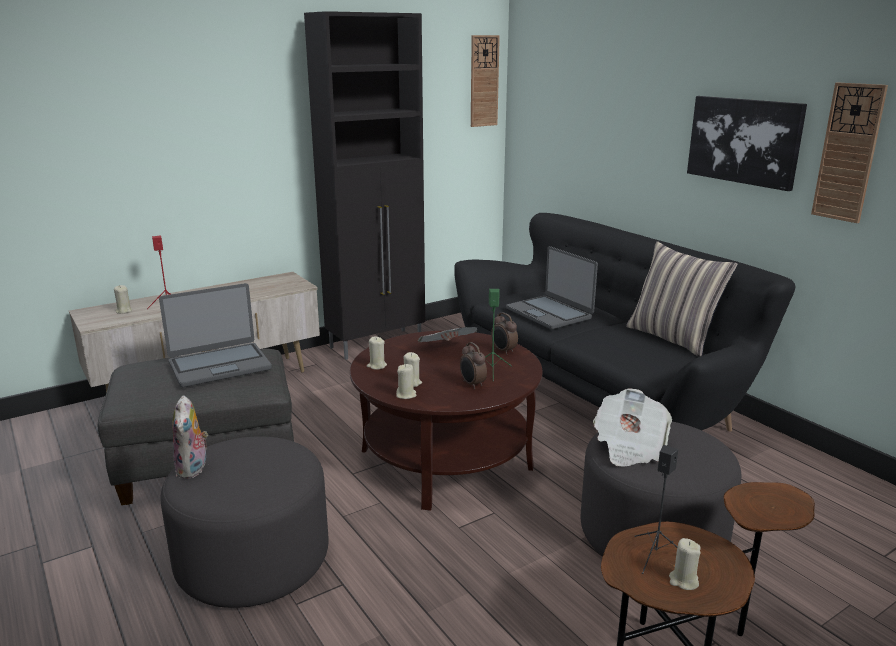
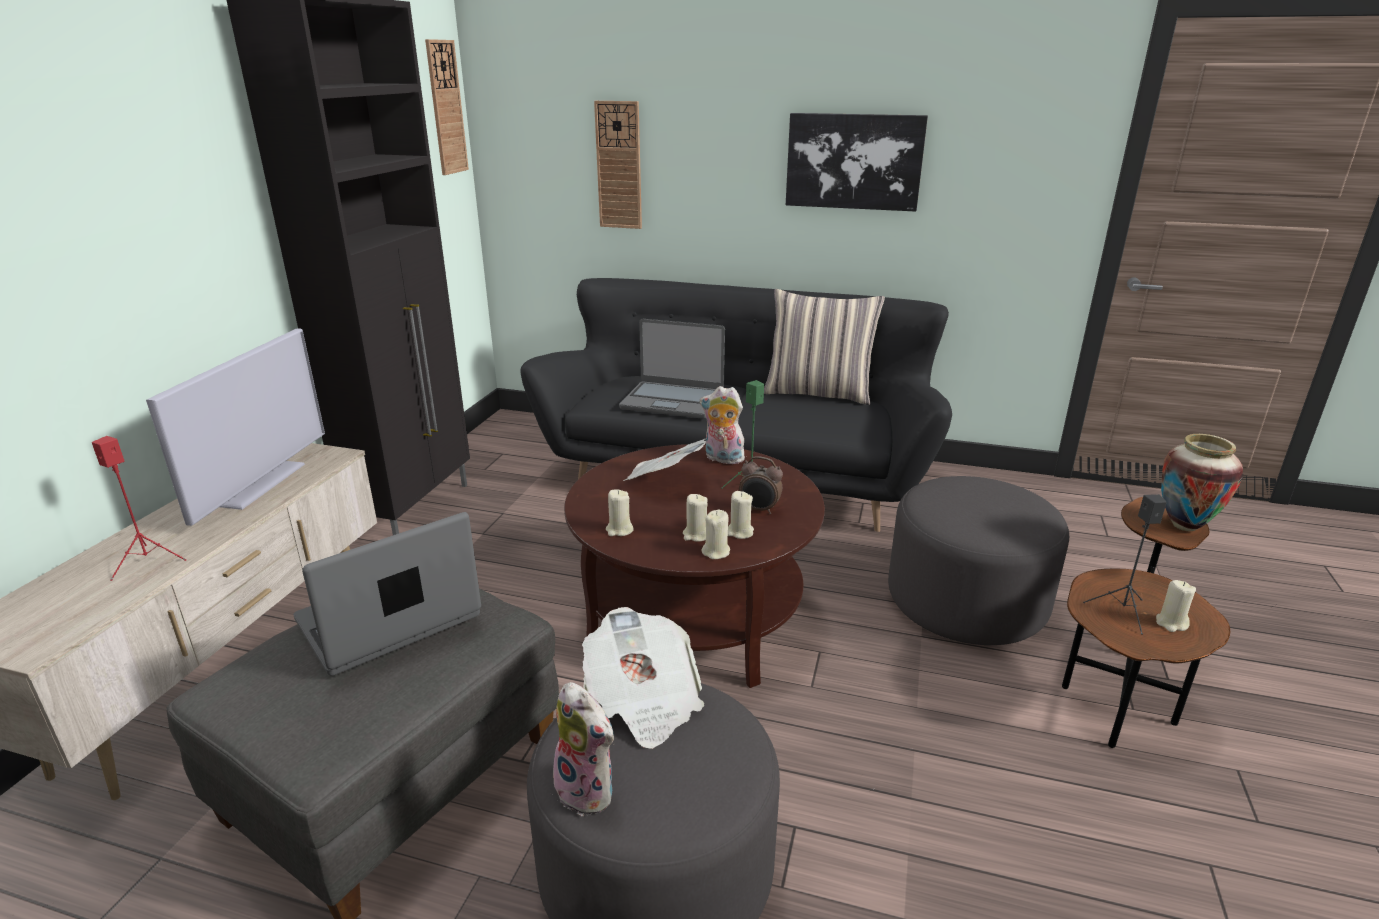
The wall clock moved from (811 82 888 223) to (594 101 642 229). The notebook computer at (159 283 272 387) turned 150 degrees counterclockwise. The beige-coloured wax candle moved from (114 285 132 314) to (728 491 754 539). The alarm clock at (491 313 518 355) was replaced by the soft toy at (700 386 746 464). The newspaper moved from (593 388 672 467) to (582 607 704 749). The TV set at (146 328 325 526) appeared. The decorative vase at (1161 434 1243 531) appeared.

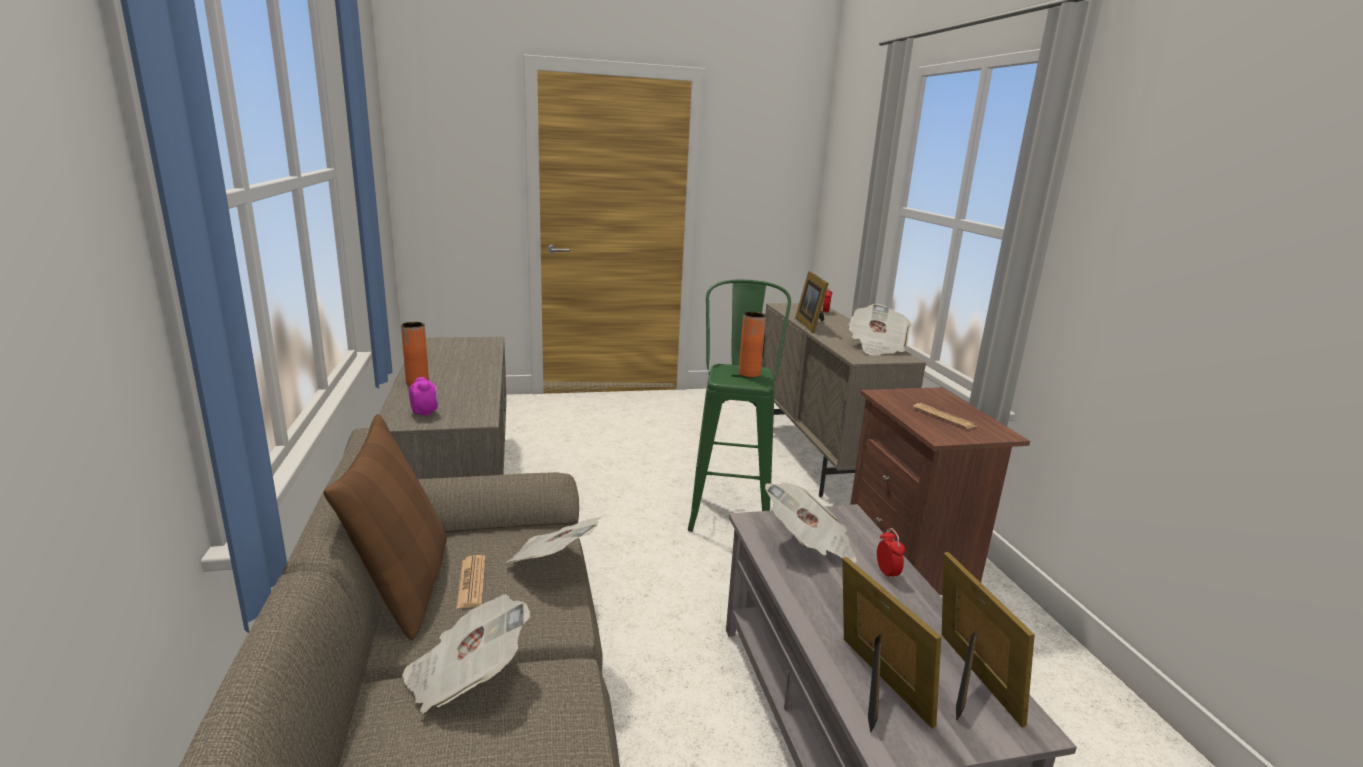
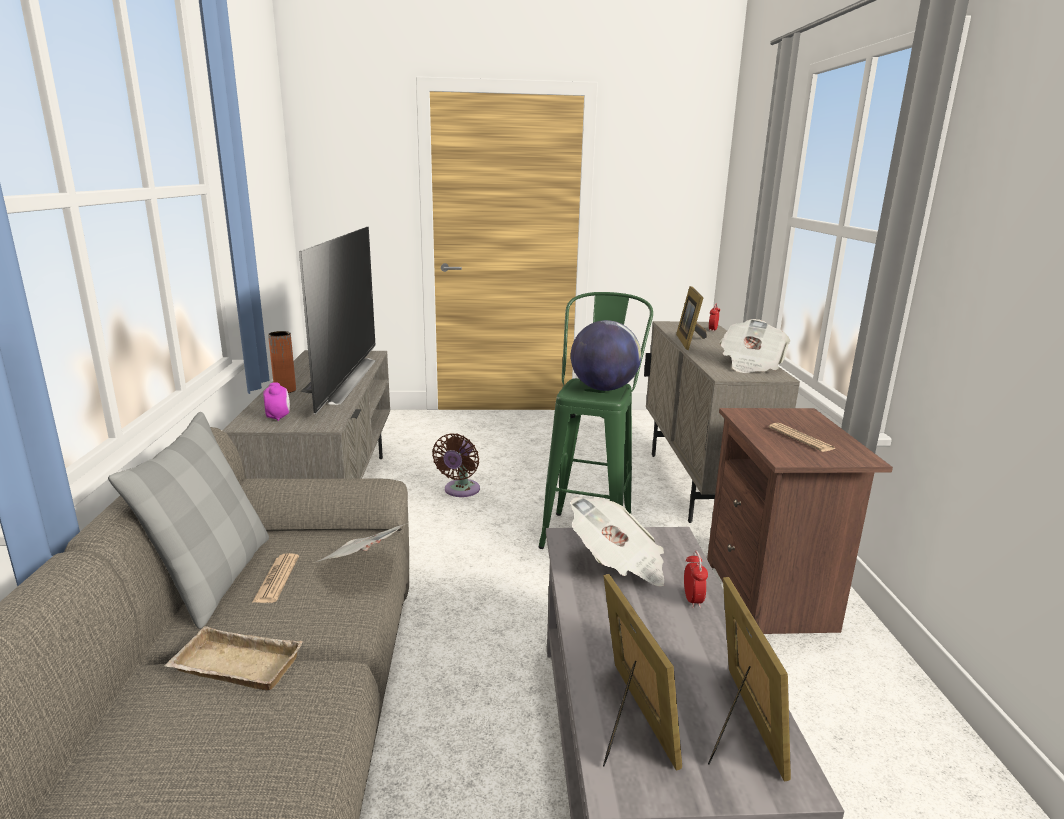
The orange decorative vase at (739 312 766 377) was replaced by the desk globe at (571 320 641 391). The brown cushion at (323 414 447 640) became the greyish cushion at (108 412 269 629). The newspaper at (402 594 530 714) was replaced by the beige-coloured carrying tray at (164 626 303 691). The TV set at (299 227 376 414) appeared. The brown cooling fan at (432 434 480 497) appeared.

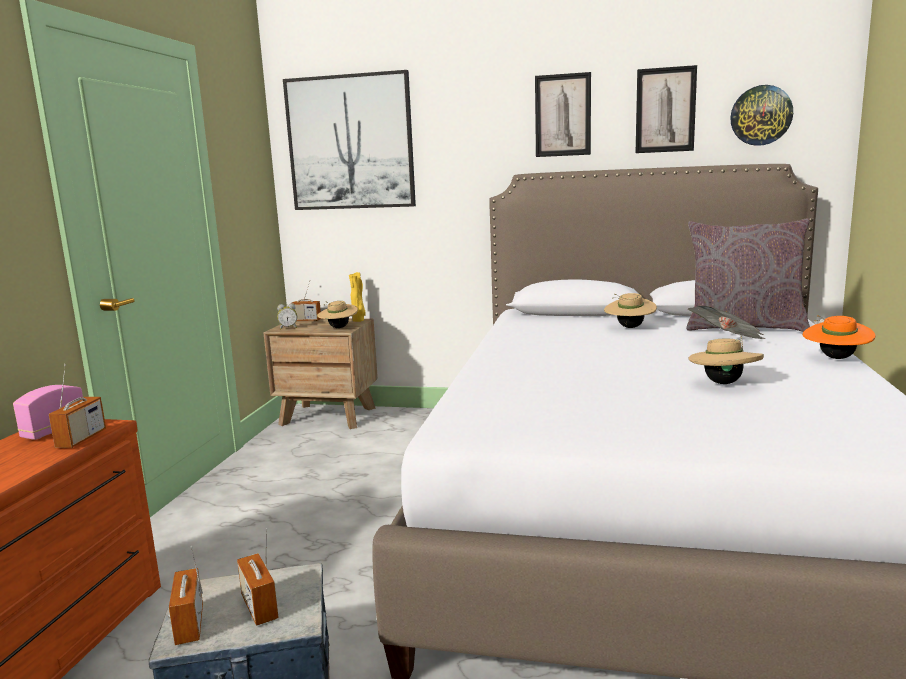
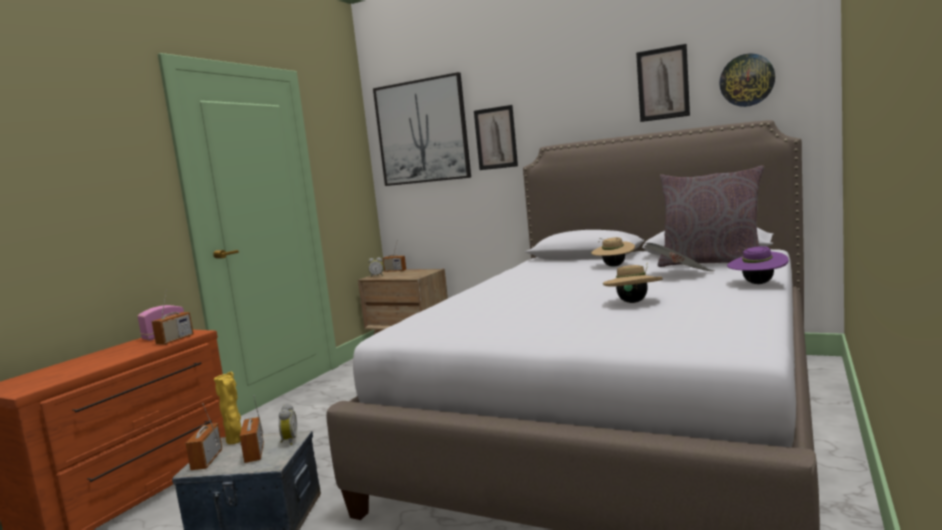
The wall art moved from (535 72 591 157) to (474 105 518 170). The yellow-coloured decorative vase moved from (349 272 366 322) to (214 372 242 444). The beige-coloured wearable hat at (317 301 358 328) disappeared. The orange wearable hat at (803 316 875 359) became the purple-coloured wearable hat at (727 246 788 284). The alarm clock at (279 403 297 445) appeared.

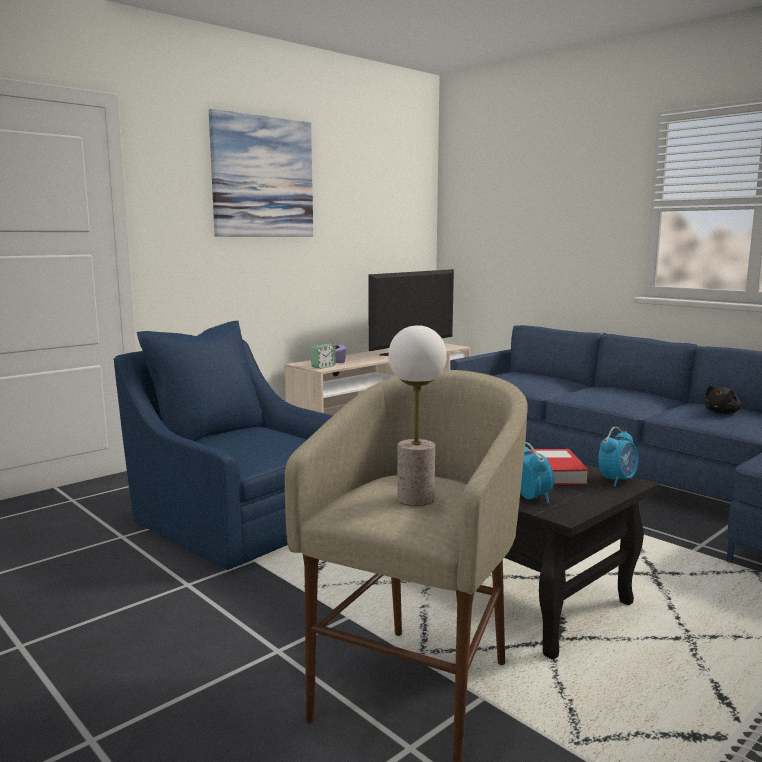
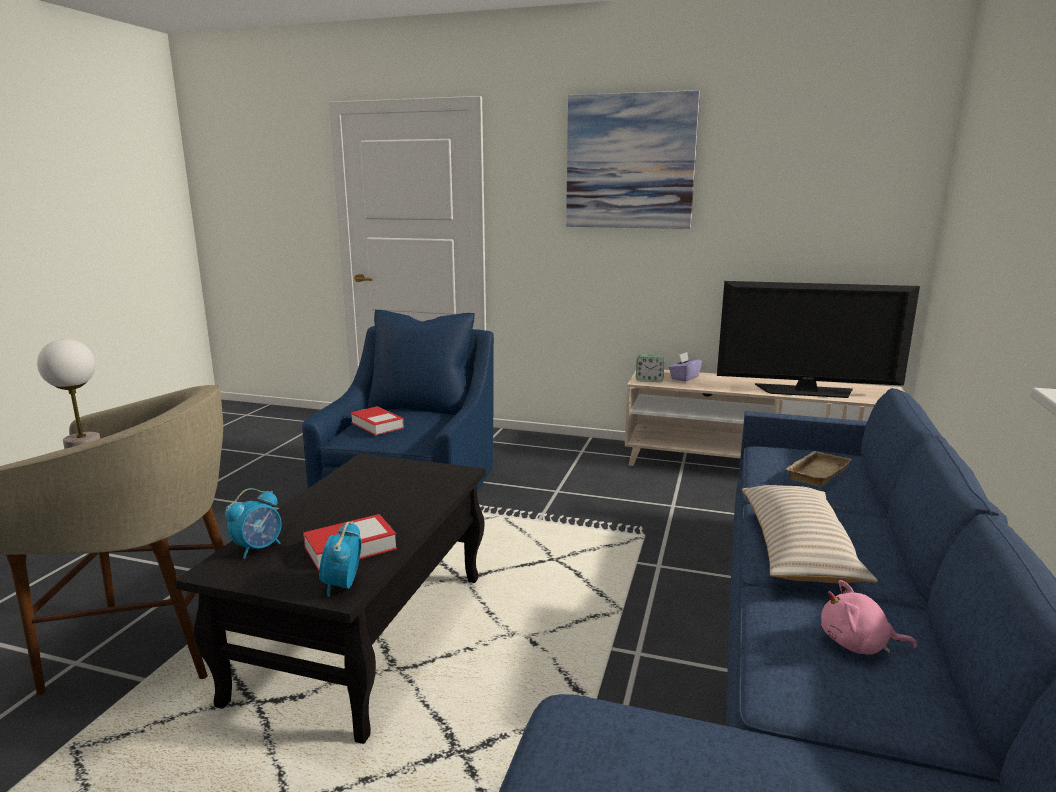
The black soft toy at (704 385 742 414) became the pinkish soft toy at (821 580 917 655). The alarm clock at (598 427 638 487) turned 75 degrees clockwise. The book at (350 406 404 435) appeared. The beige-coloured carrying tray at (786 451 852 487) appeared. The beige-coloured cushion at (742 485 878 583) appeared.

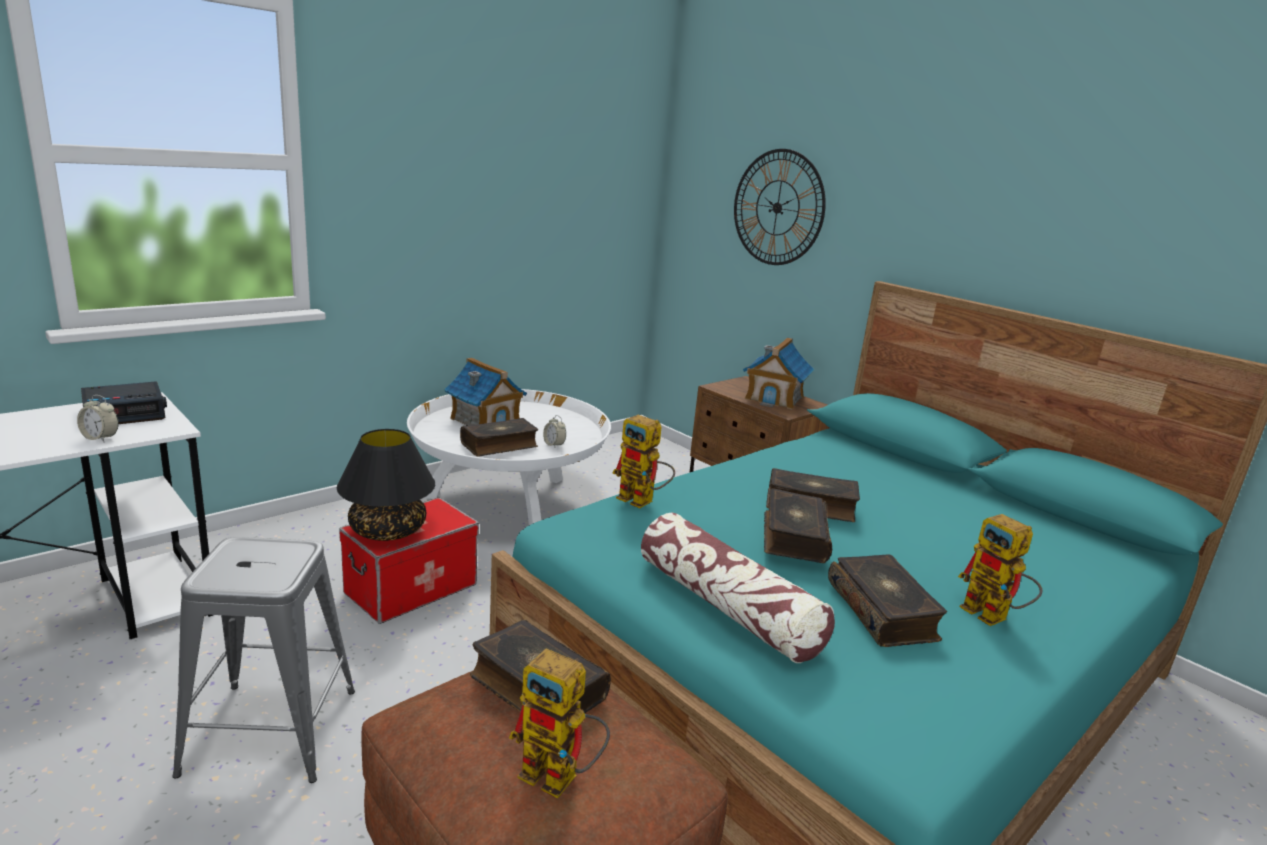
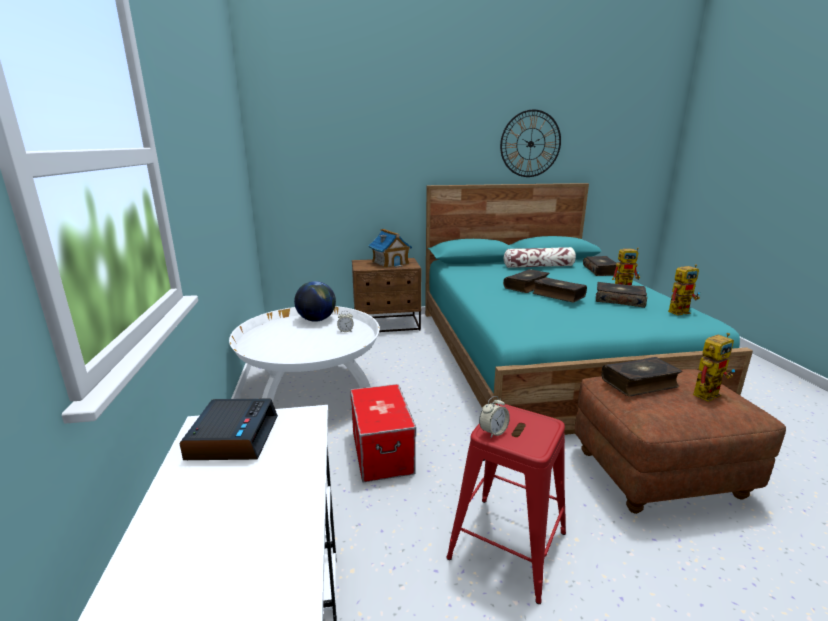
The wall clock moved from (734 149 826 265) to (500 109 561 177). The toy house at (444 357 527 425) disappeared. The alarm clock moved from (77 395 119 442) to (479 396 510 438). The model robot moved from (612 415 675 508) to (668 264 700 315). The book moved from (460 418 538 457) to (583 256 616 276). The black lamp for a table at (337 429 435 541) disappeared. The cushion moved from (641 513 835 663) to (504 247 576 268). The greyish sitting stool at (172 537 355 783) became the red sitting stool at (447 404 566 604). The desk globe at (294 281 336 322) appeared.

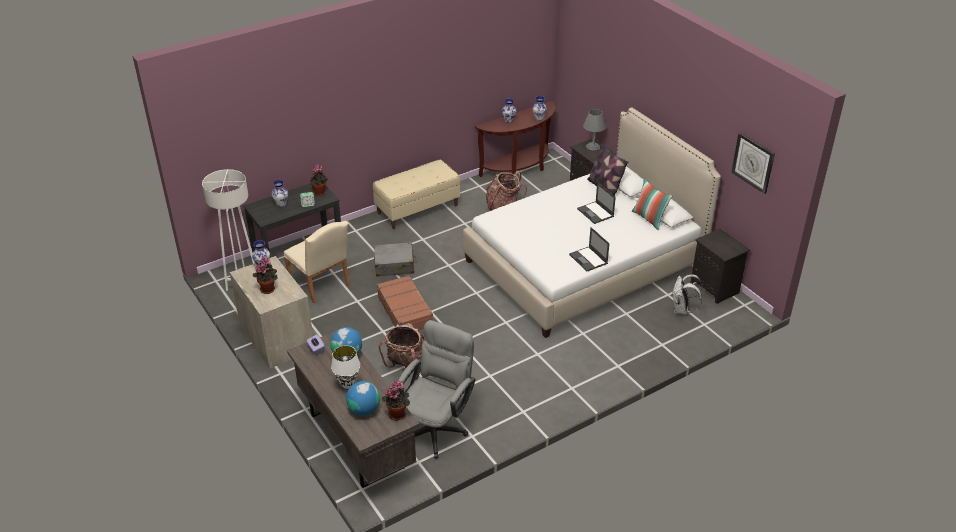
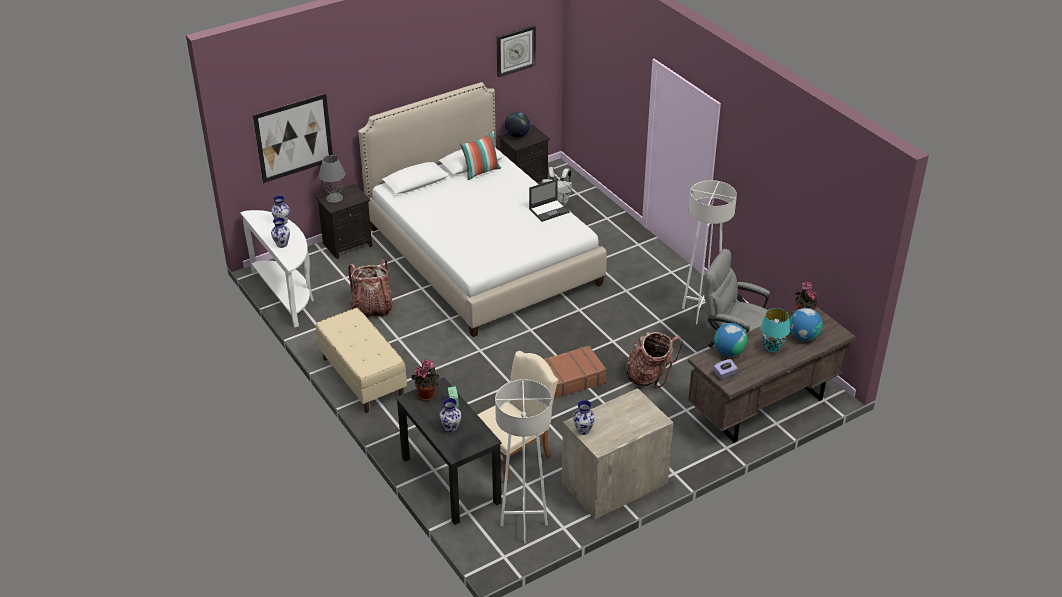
The brown hall table at (475 101 555 177) became the white hall table at (240 210 314 328). The cushion at (587 143 628 196) disappeared. The notebook computer at (577 182 616 224) disappeared. The greyish travel case at (374 242 417 277) disappeared. The houseplant at (253 257 278 294) disappeared. The white lamp for a table at (331 345 360 389) became the blue-green lamp for a table at (761 308 790 353). The wall art at (253 94 333 183) appeared. The desk globe at (505 112 530 138) appeared. The white standard lamp at (682 180 737 324) appeared.

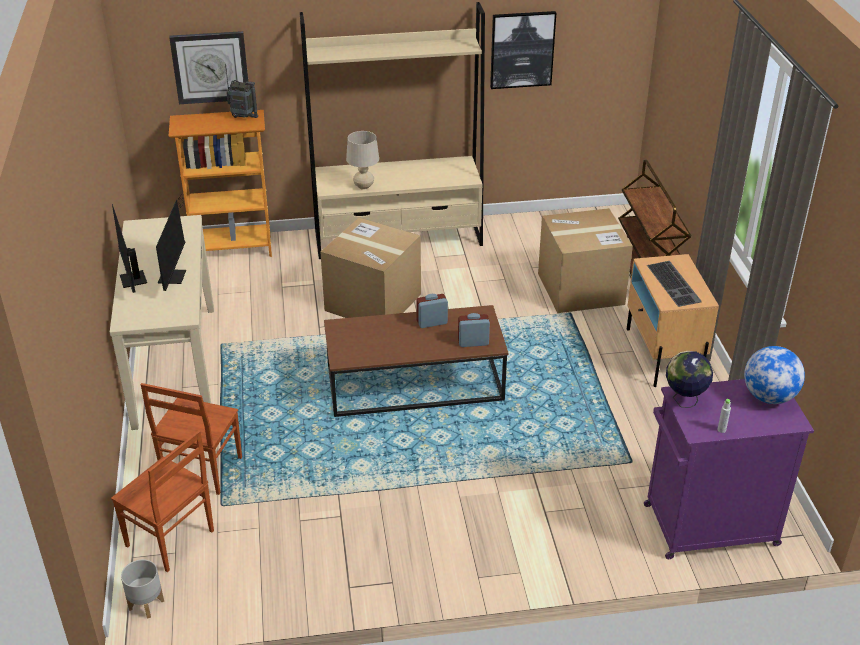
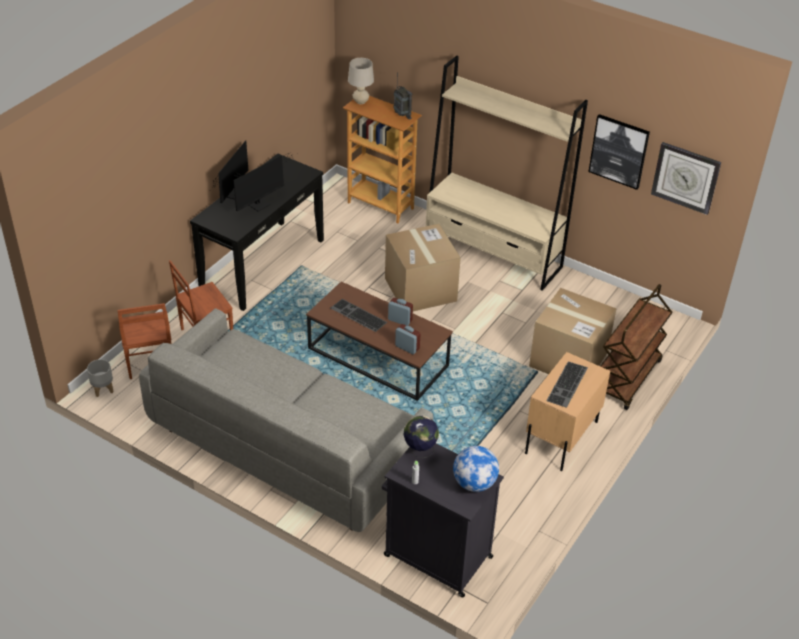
The wall clock moved from (169 31 248 104) to (651 142 721 215). The beige-coloured lamp for a table moved from (346 131 379 190) to (348 58 374 104). The beige-coloured hall table at (110 215 214 430) became the black hall table at (190 153 324 311). The purple-coloured cabinet at (644 379 814 559) became the black cabinet at (382 444 504 597). The PC keyboard at (331 299 387 332) appeared. The greyish settee at (139 308 433 532) appeared.

